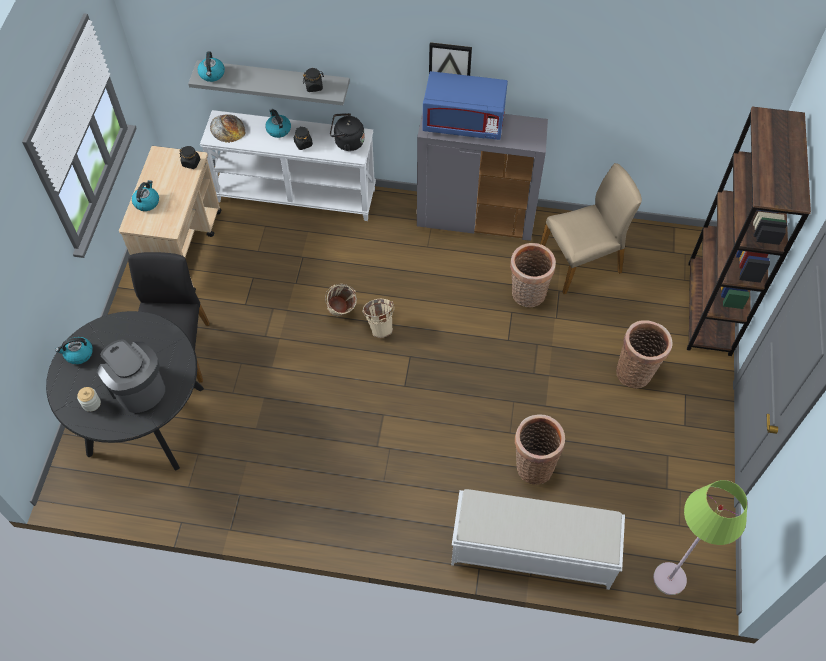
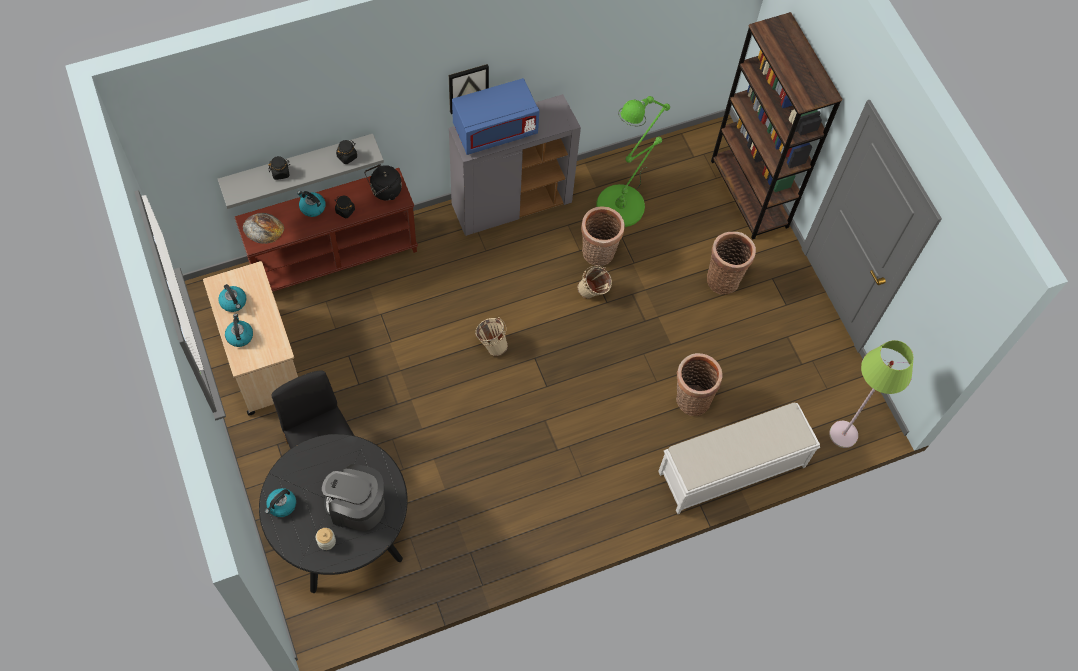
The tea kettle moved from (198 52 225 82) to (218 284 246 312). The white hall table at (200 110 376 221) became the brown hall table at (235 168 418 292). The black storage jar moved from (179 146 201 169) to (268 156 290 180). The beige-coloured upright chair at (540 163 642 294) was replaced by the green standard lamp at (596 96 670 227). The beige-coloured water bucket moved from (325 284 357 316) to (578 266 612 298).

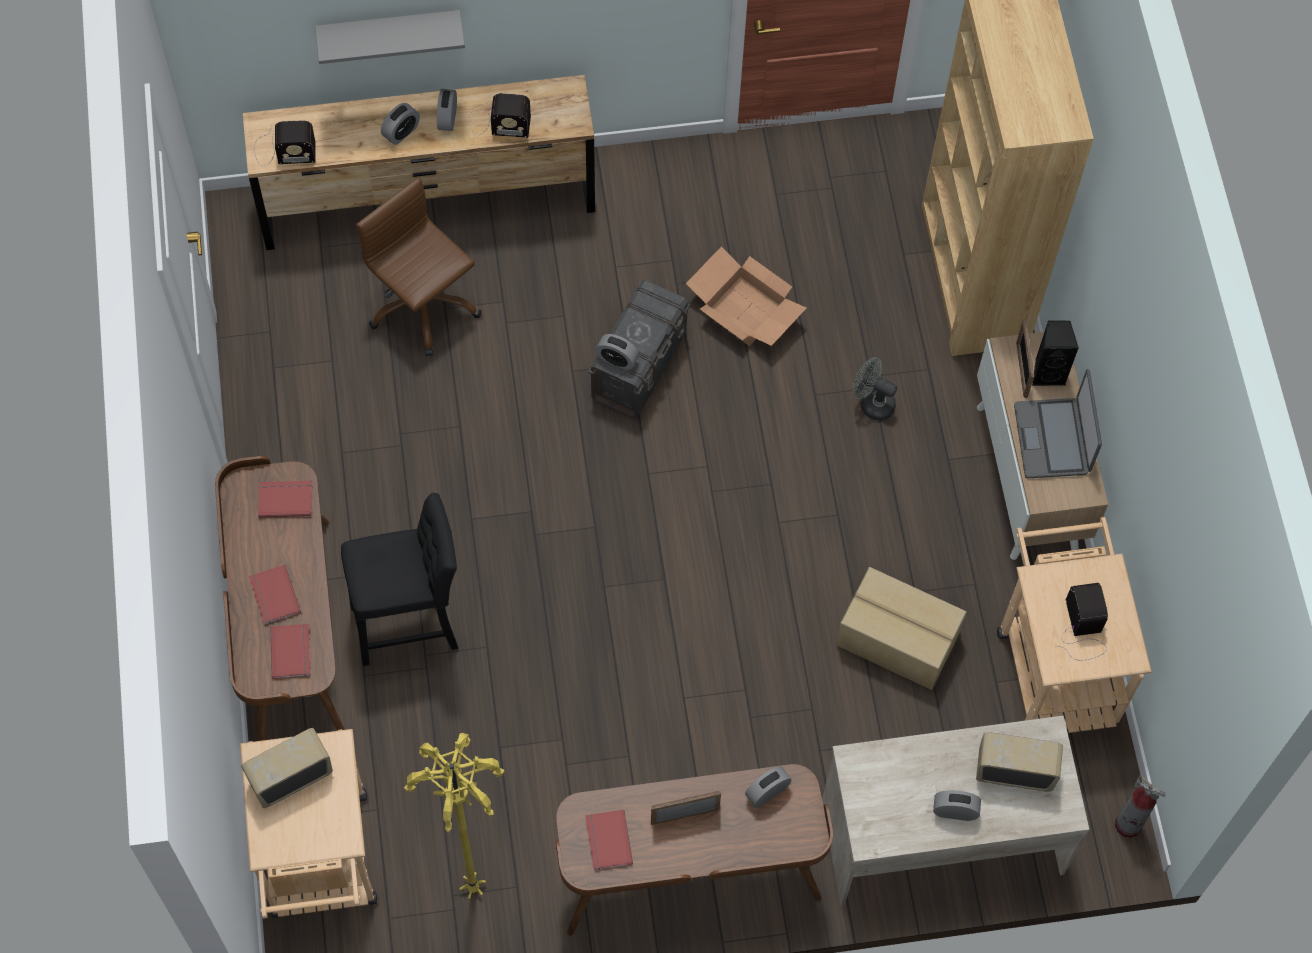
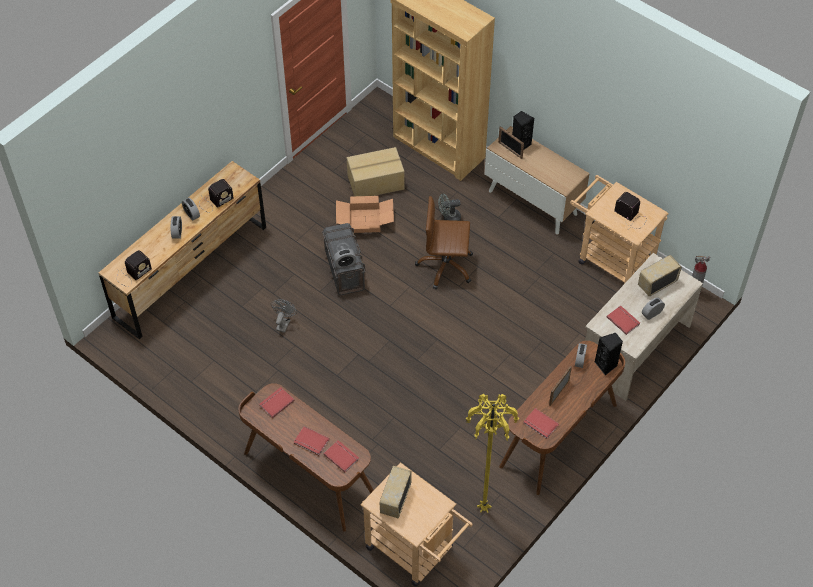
The greyish shelf at (315 10 465 64) disappeared. The brown desk chair moved from (356 177 482 356) to (415 196 473 290). The notebook computer at (1014 369 1102 478) disappeared. The black sitting stool at (341 493 458 666) disappeared. The packing box moved from (836 567 966 690) to (347 147 405 196). The greyish cooling fan at (271 299 297 333) appeared. The red book at (607 306 640 335) appeared. The black audio speaker at (595 333 623 375) appeared.

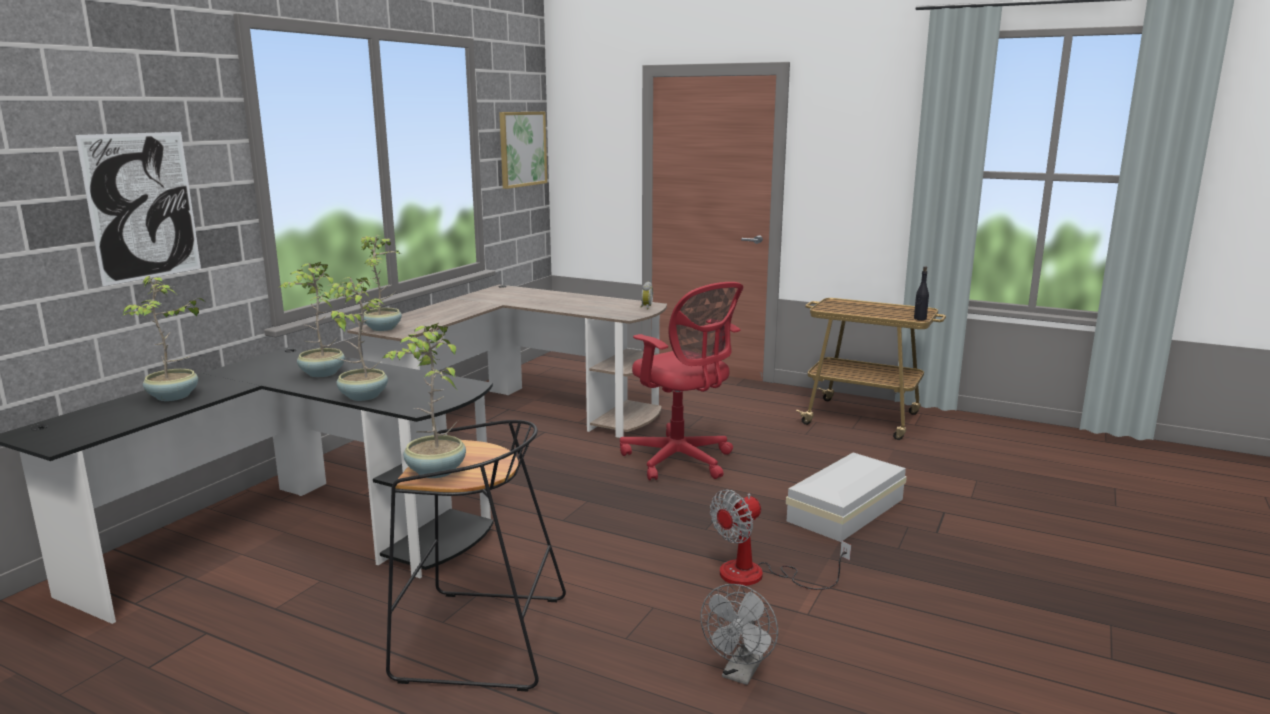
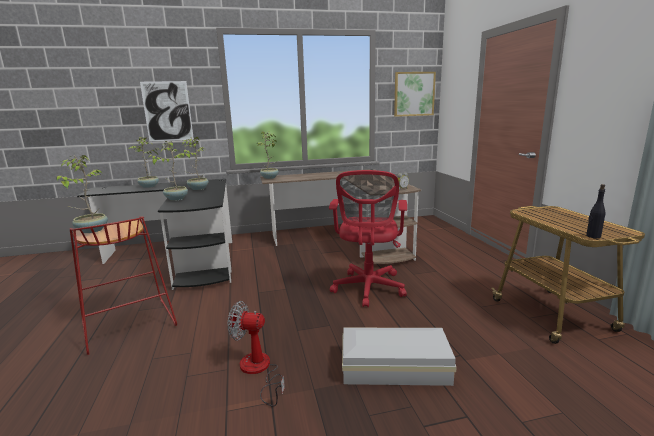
The black sitting stool at (386 420 566 692) became the red sitting stool at (70 216 177 355). The greyish cooling fan at (700 584 778 685) disappeared.

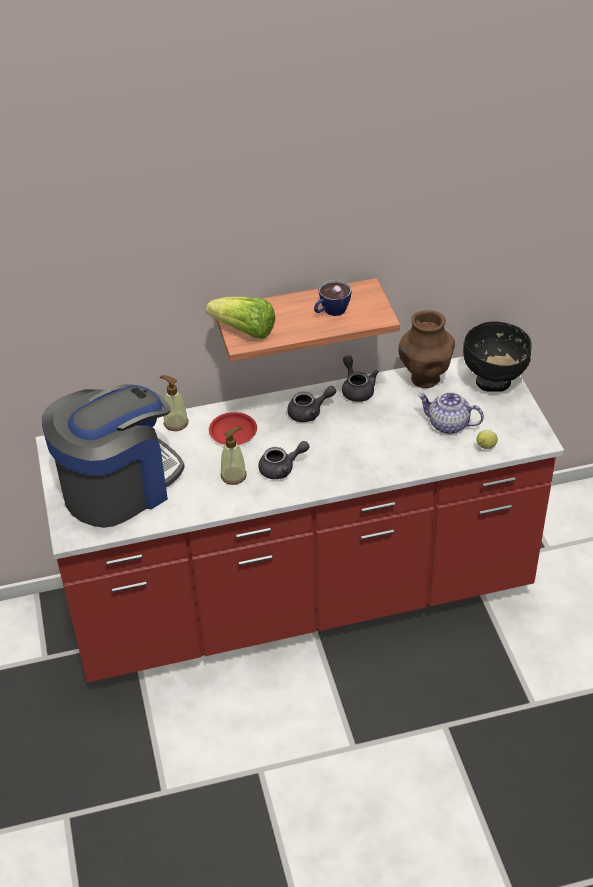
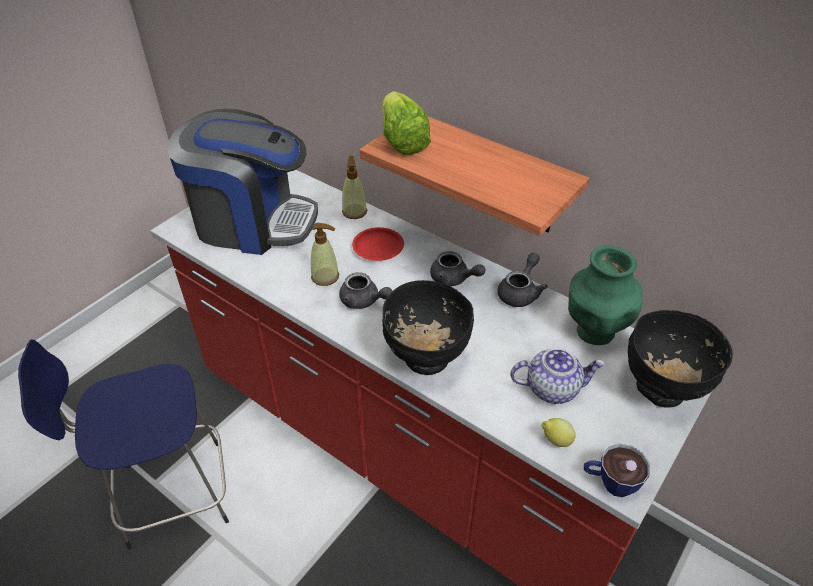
The cup moved from (314 280 352 316) to (584 444 650 497). The brown decorative vase at (398 310 455 388) became the green decorative vase at (568 245 643 345). The teapot at (417 392 484 434) turned 105 degrees clockwise. The black deep dish at (382 280 474 375) appeared. The blue-coloured sitting stool at (18 340 229 550) appeared.

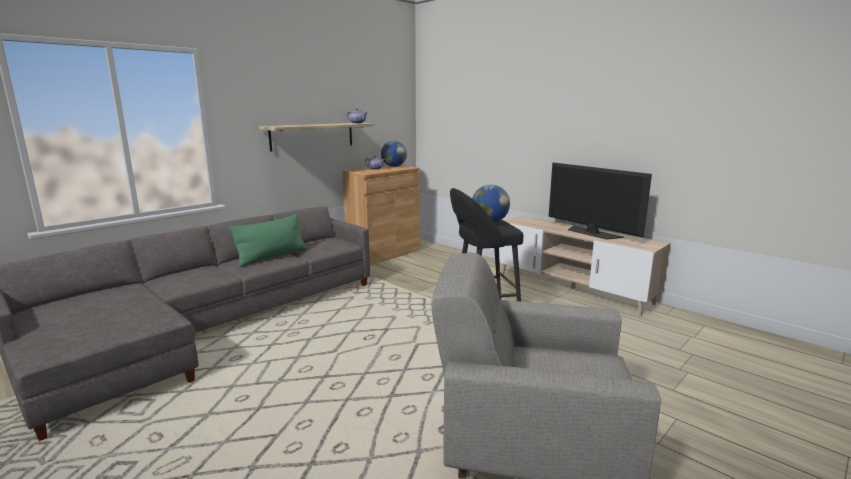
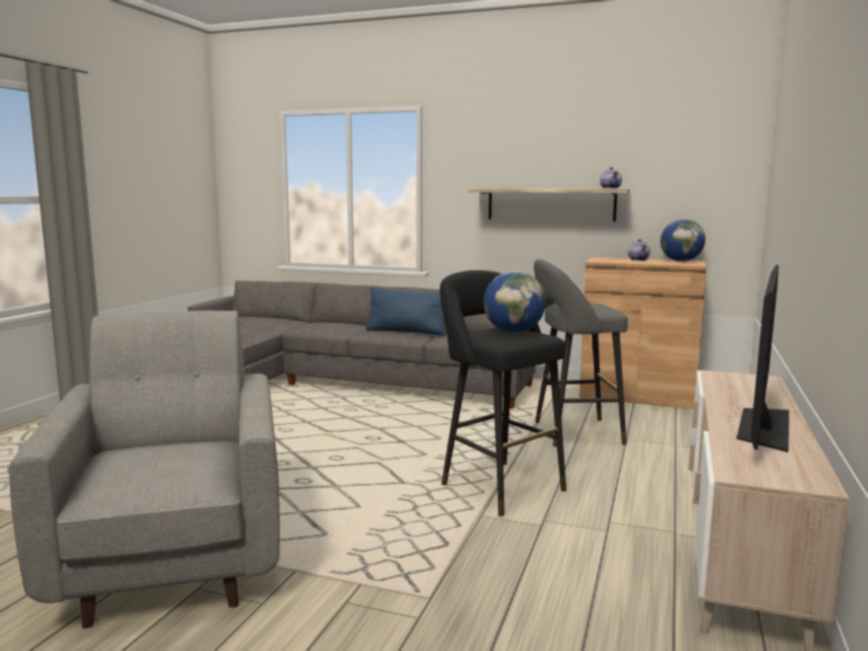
The green cushion at (229 214 307 267) became the blue-coloured cushion at (366 287 446 336). The greyish sitting stool at (534 259 628 447) appeared.

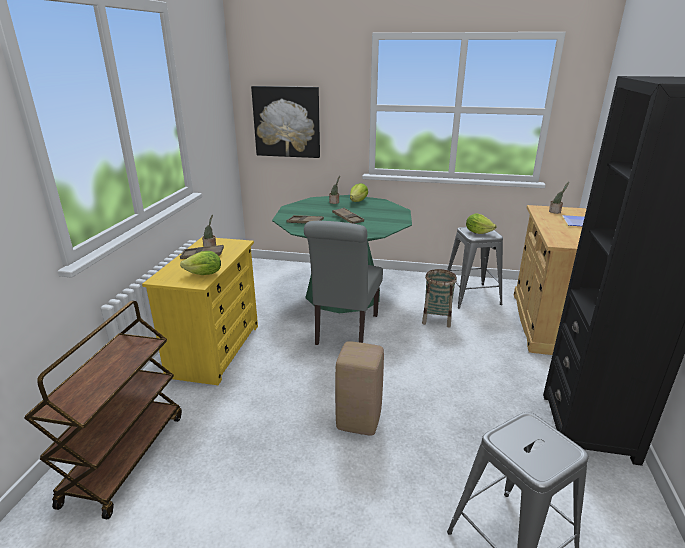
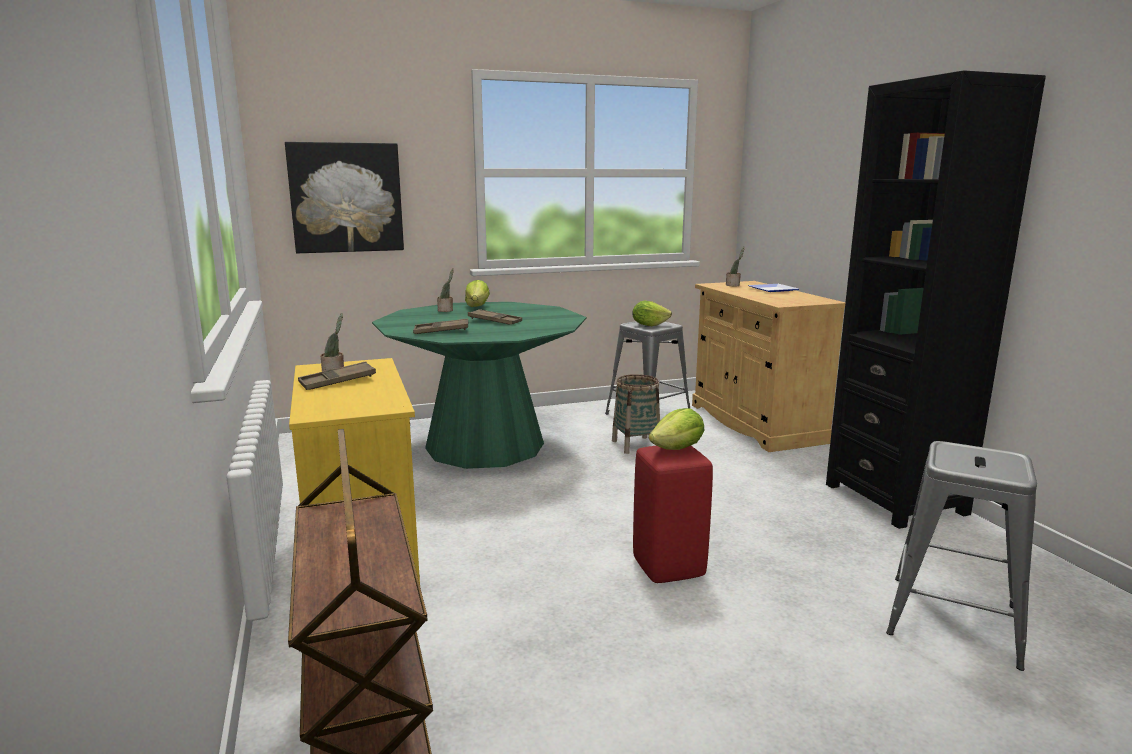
The greyish upright chair at (304 221 383 345) disappeared. The head of lettuce moved from (180 251 221 275) to (649 408 704 450). The beige-coloured sitting stool at (335 341 384 436) became the red sitting stool at (633 446 713 583).

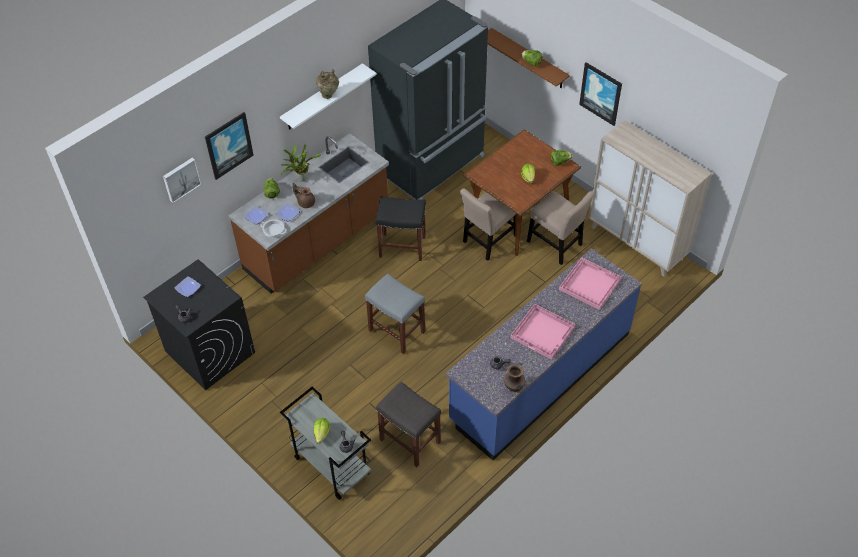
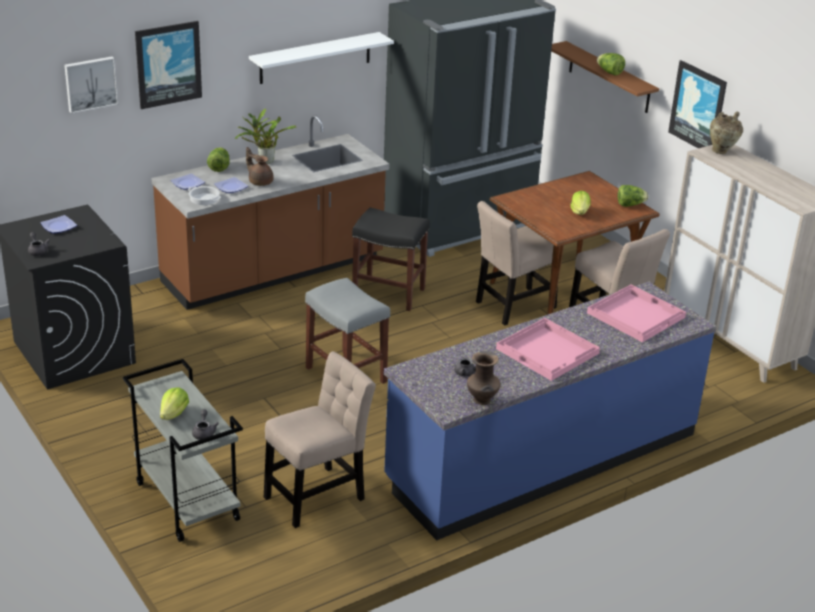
The beige-coloured decorative vase moved from (316 69 339 99) to (710 112 743 154). The greyish sitting stool at (376 382 441 467) was replaced by the beige-coloured upright chair at (264 351 376 528).

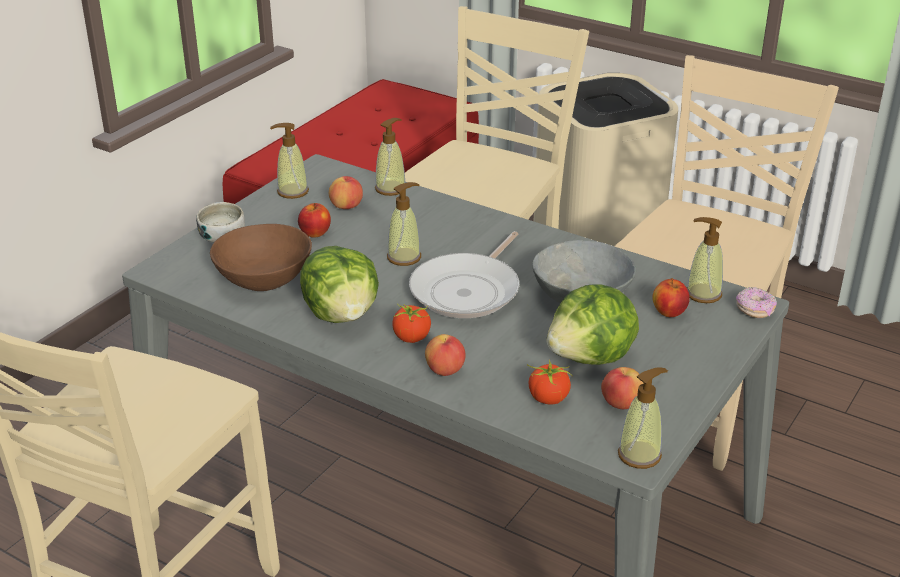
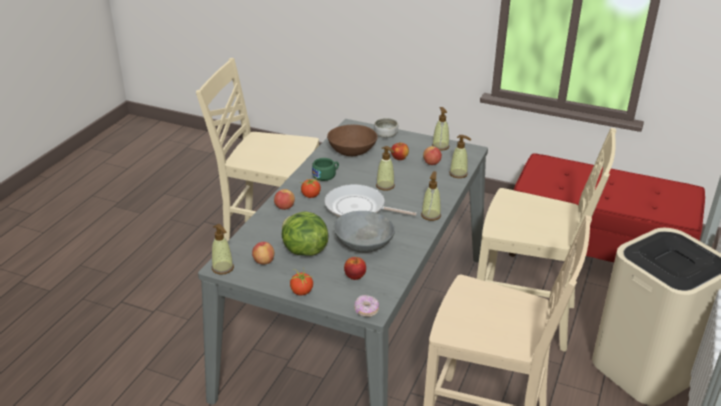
The soap bottle moved from (687 217 723 303) to (421 171 441 221). The head of lettuce at (300 246 379 323) was replaced by the green cup at (312 158 339 181). The fresh tomato moved from (527 360 573 404) to (290 268 313 296).

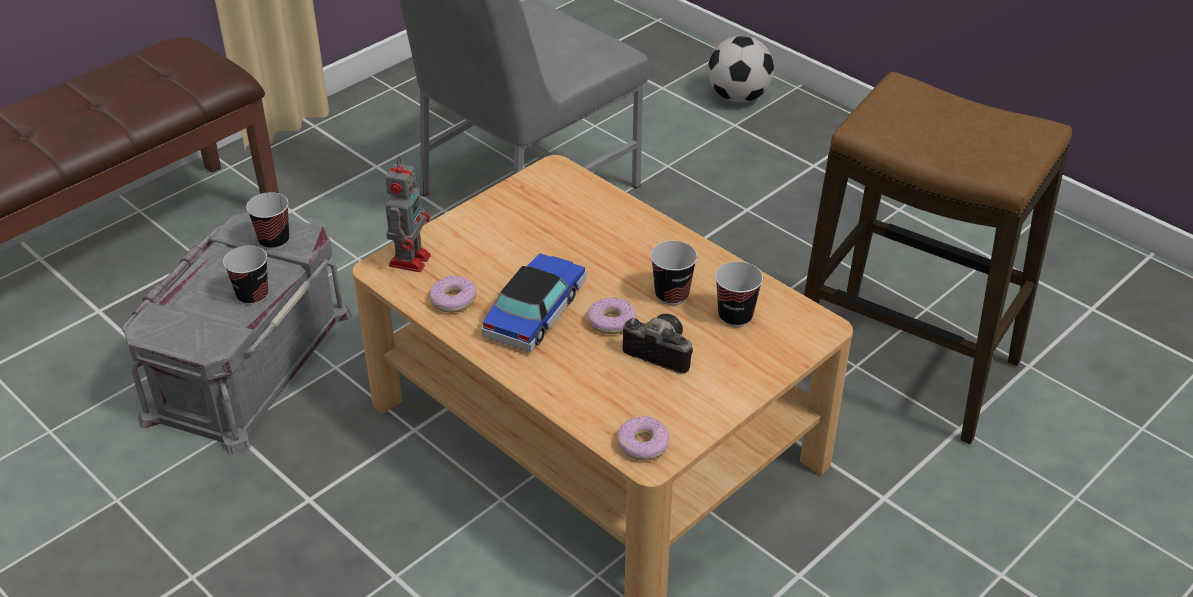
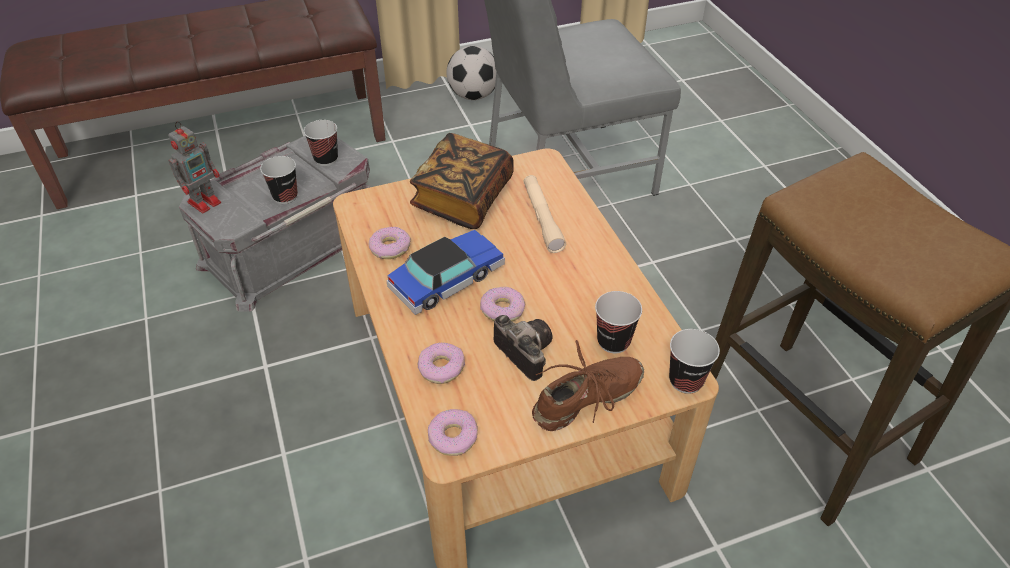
The football ball moved from (708 36 774 102) to (447 46 496 100). The model robot moved from (385 157 431 272) to (168 122 221 213). The cup moved from (650 241 697 305) to (669 329 720 394). The book at (410 133 514 229) appeared. The beige-coloured torch at (523 175 566 253) appeared. The brown item of footwear at (532 340 644 431) appeared. The donut at (418 342 465 384) appeared.

